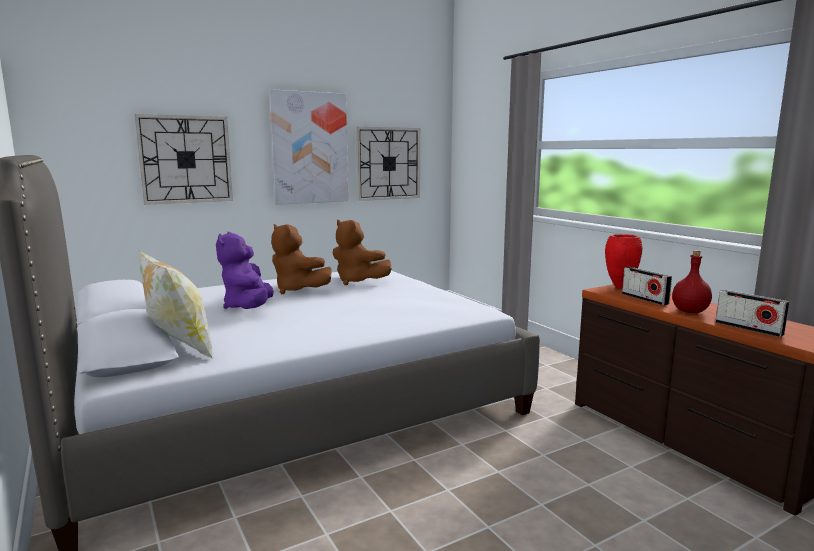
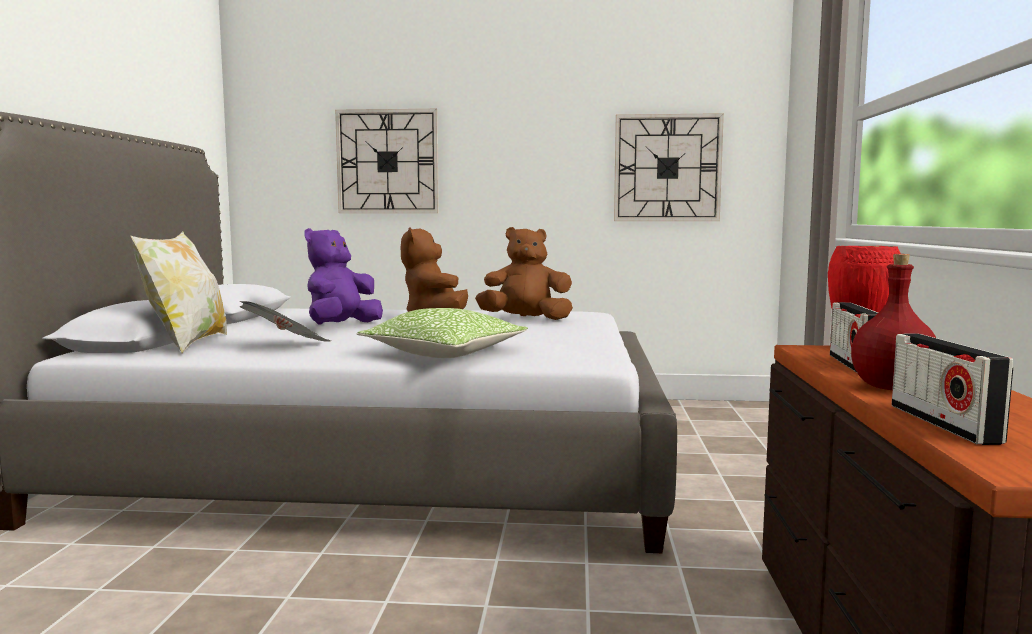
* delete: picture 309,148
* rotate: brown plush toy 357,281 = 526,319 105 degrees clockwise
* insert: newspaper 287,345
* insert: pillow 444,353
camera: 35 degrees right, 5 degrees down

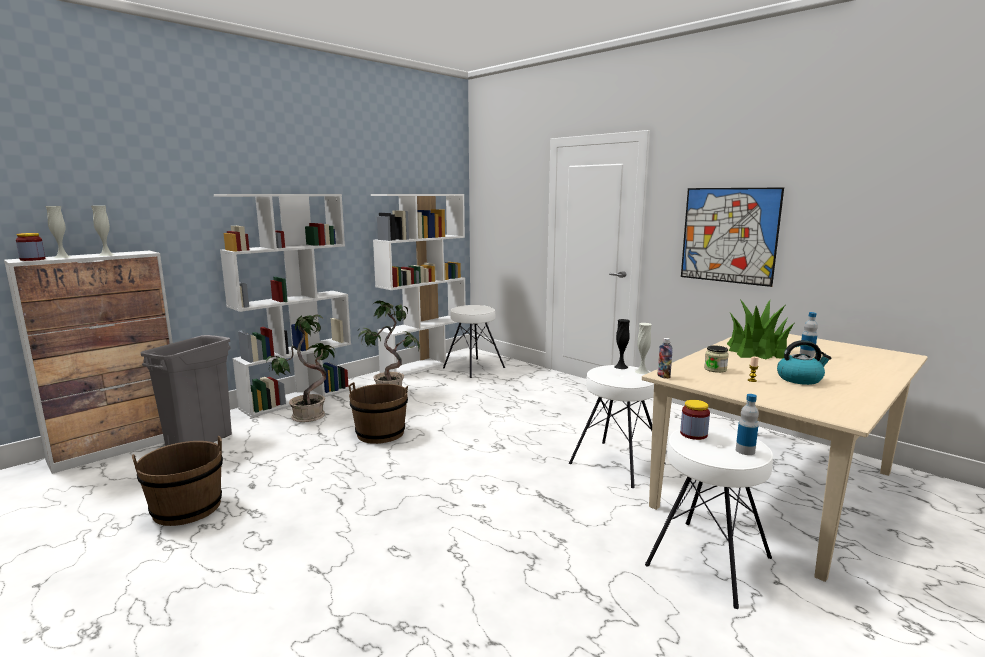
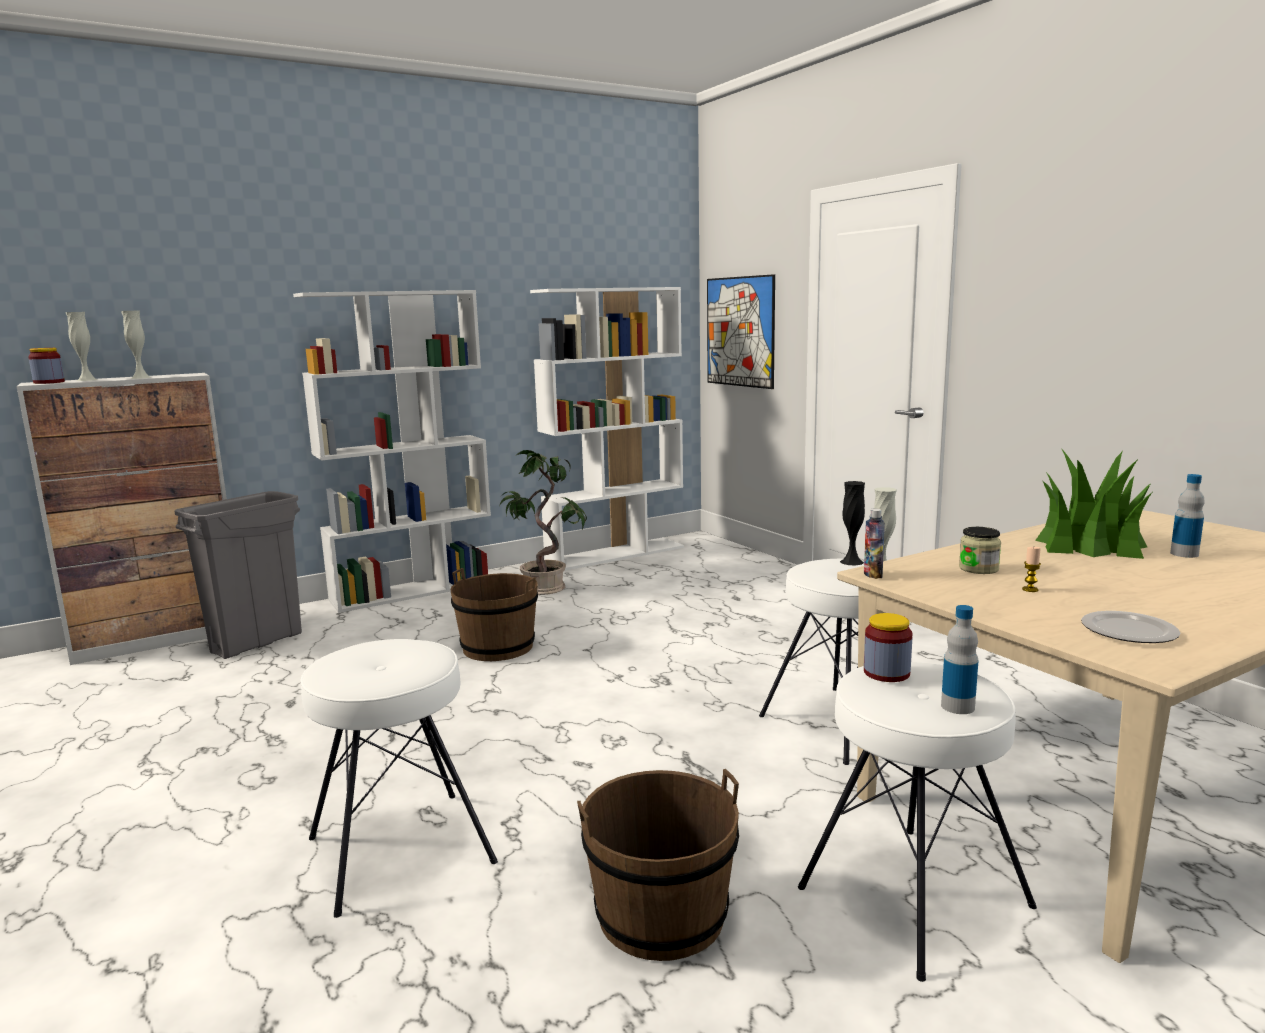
* move: picture 728,235 to 740,331
* move: white stool 473,367 to 400,849
* delete: potted plant 308,415
* delete: kettle 800,379
* move: brown bucket 187,508 to 661,916
* insert: plate 1130,632
camera: 15 degrees right, 0 degrees up

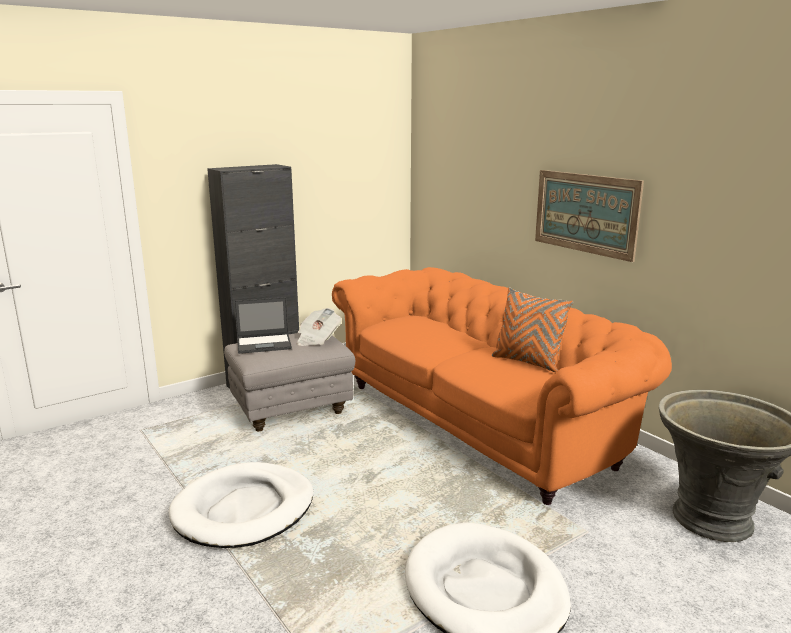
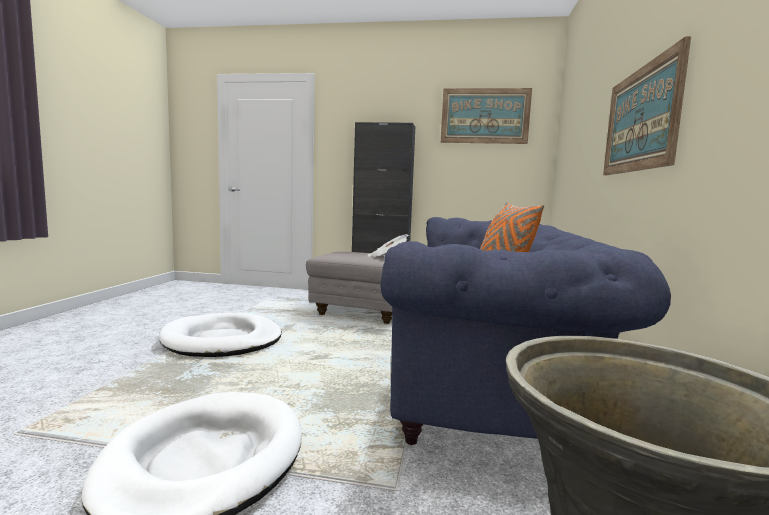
* recolor: orange sofa 483,420 to blue sofa 492,365
* delete: laptop 264,344
* insert: picture 485,116
camera: 45 degrees right, 10 degrees down

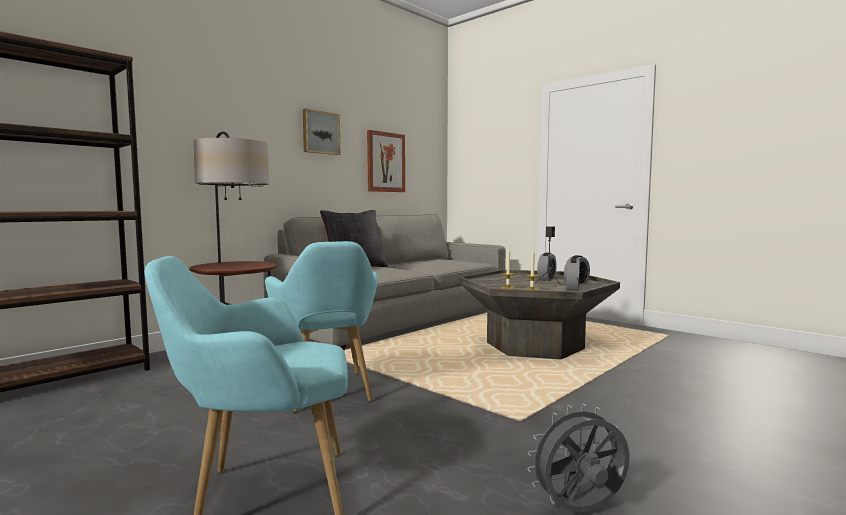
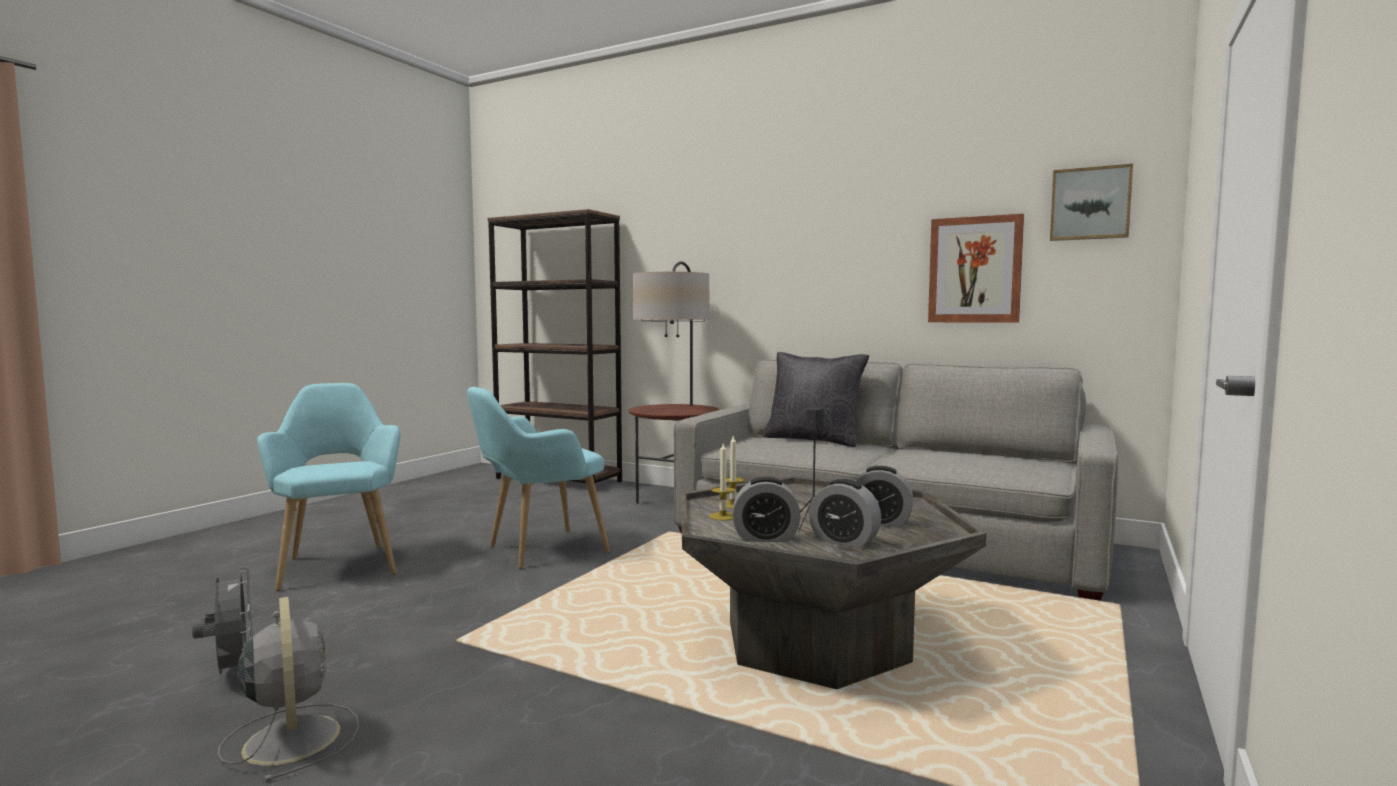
* move: picture 320,132 to 1090,204
* insert: grey fan 292,738
camera: 75 degrees right, 0 degrees up

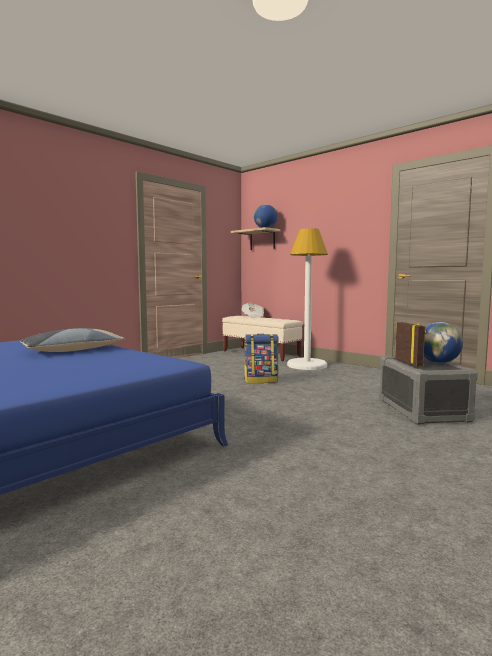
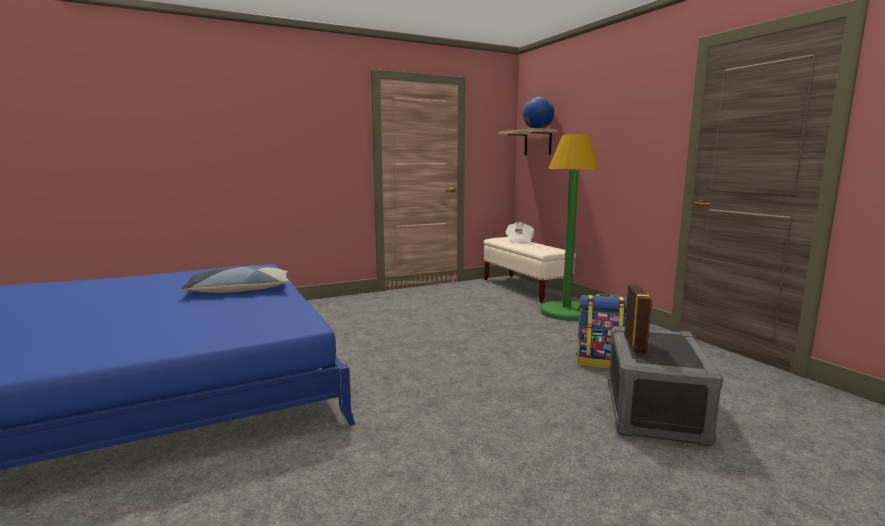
* recolor: white floor lamp 307,365 to green floor lamp 566,312
* delete: globe 438,362
* move: backpack 261,380 to 601,362
camera: 20 degrees right, 5 degrees up

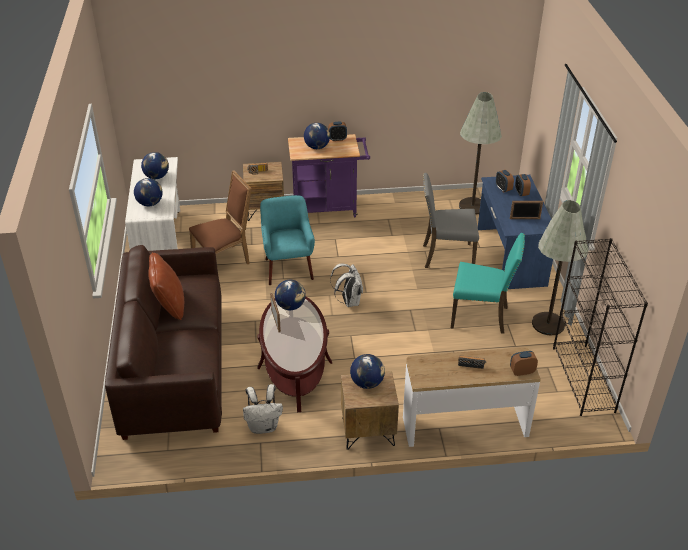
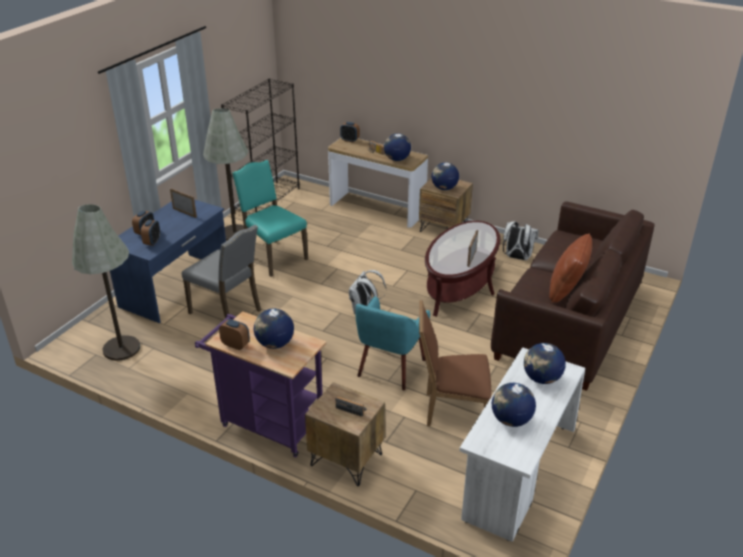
* move: globe 290,306 to 397,159
camera: 145 degrees left, 5 degrees down

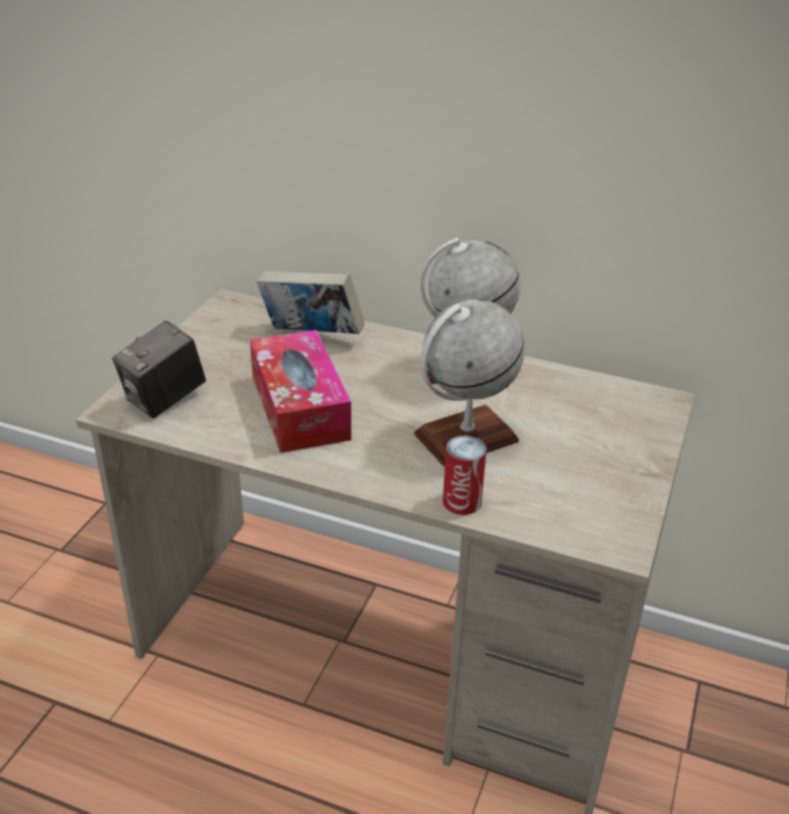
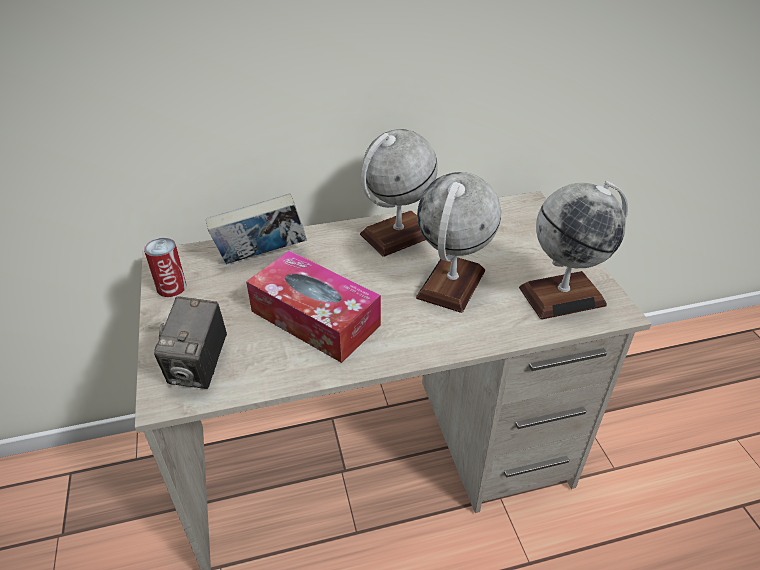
* move: can 462,501 to 171,287
* insert: globe 562,296
camera: 35 degrees left, 5 degrees up

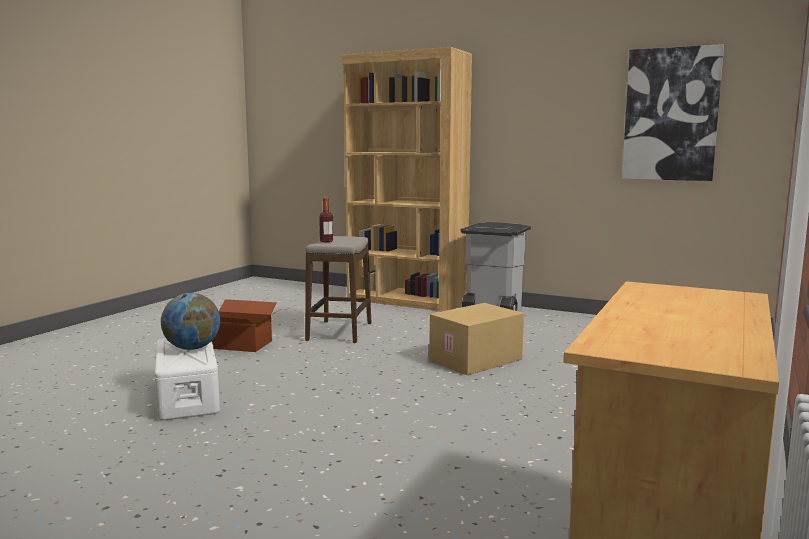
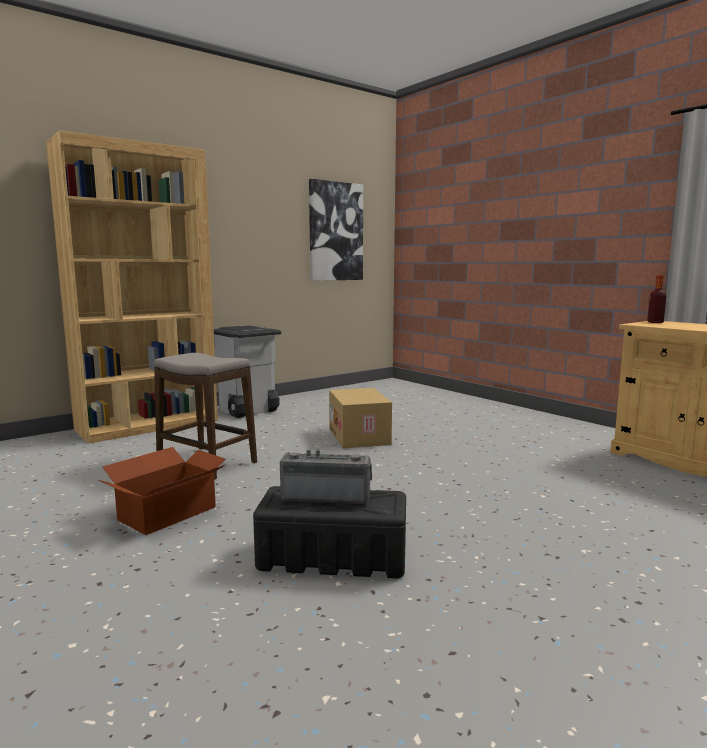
* move: bottle 326,241 to 655,322
* replace: globe 192,348 to radio 326,496
* recolor: white storage box 187,396 to black storage box 331,557
camera: 65 degrees left, 0 degrees up

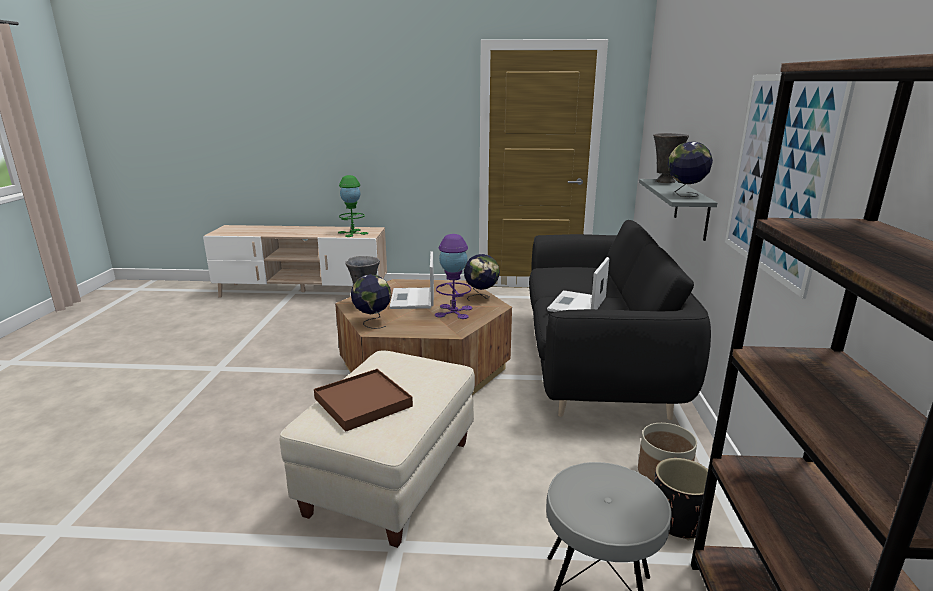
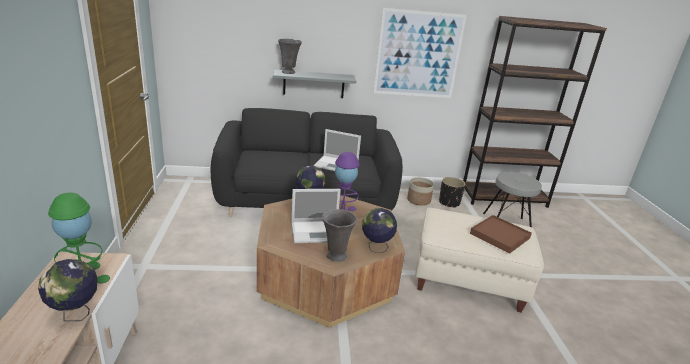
* move: globe 685,195 to 75,315
camera: 100 degrees left, 5 degrees up

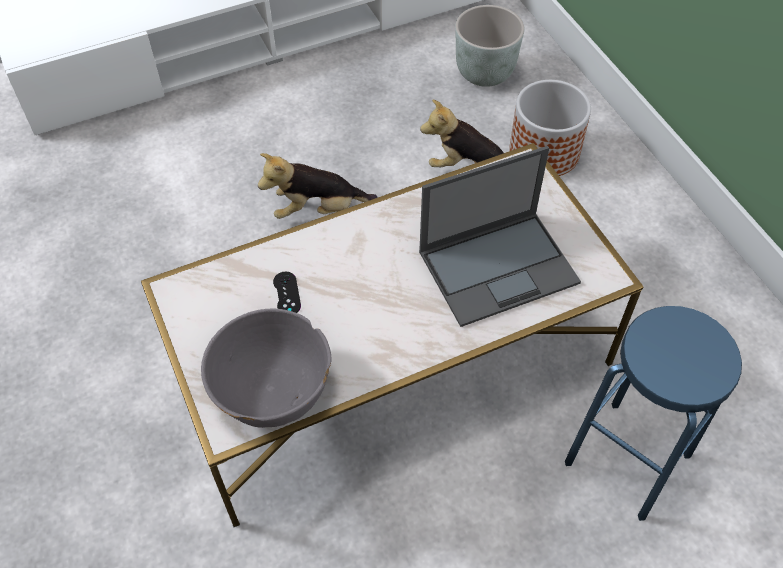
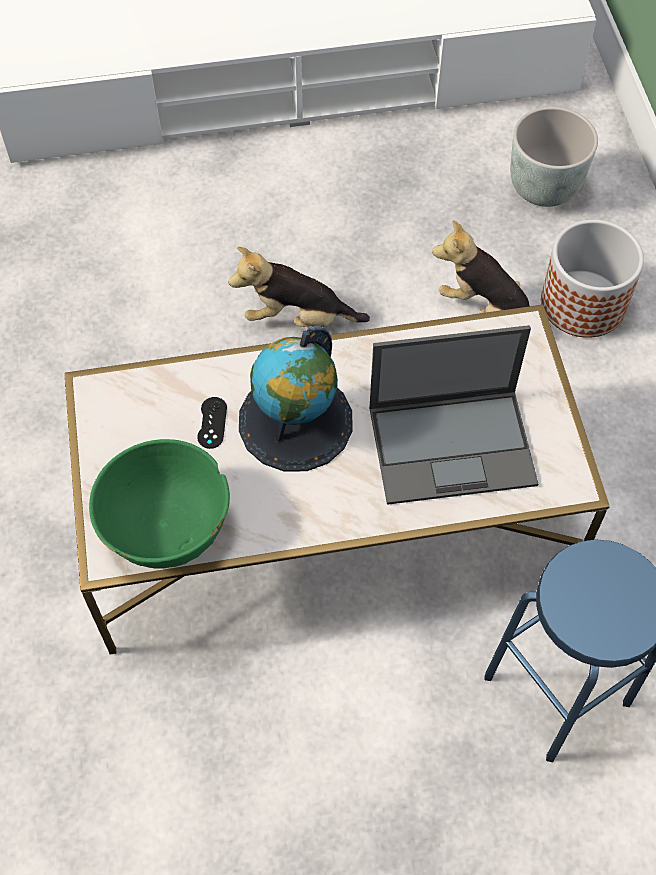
* recolor: grey bowl 272,390 to green bowl 166,526
* insert: globe 296,422
camera: 15 degrees right, 5 degrees up

